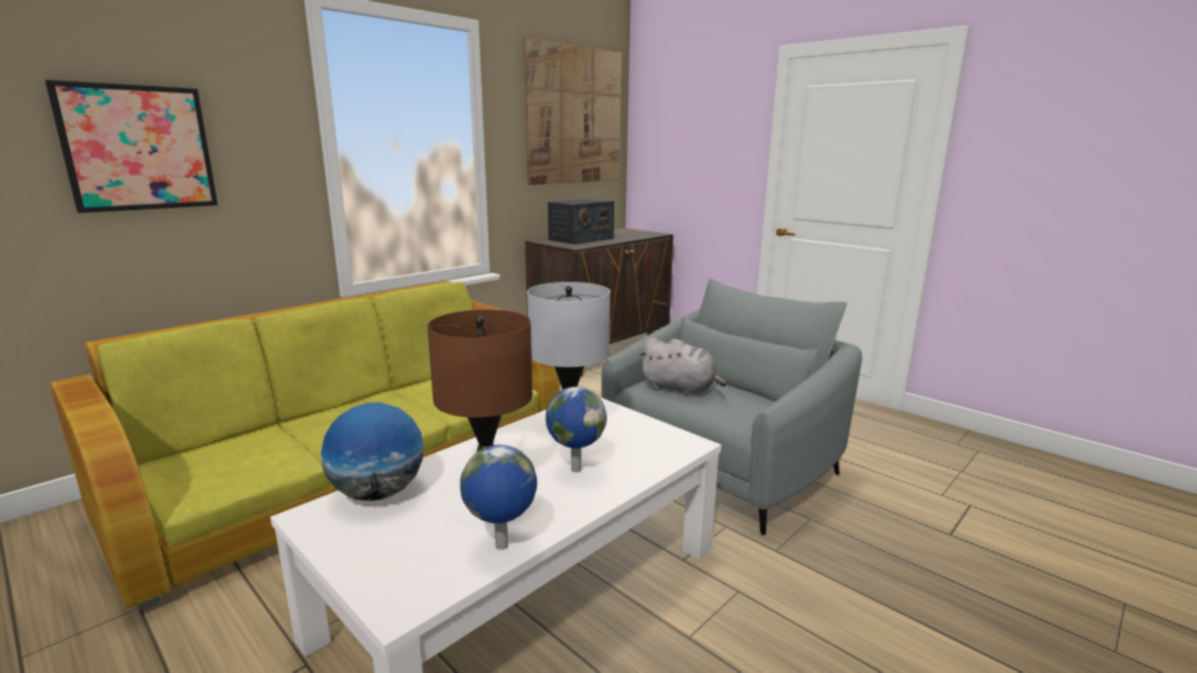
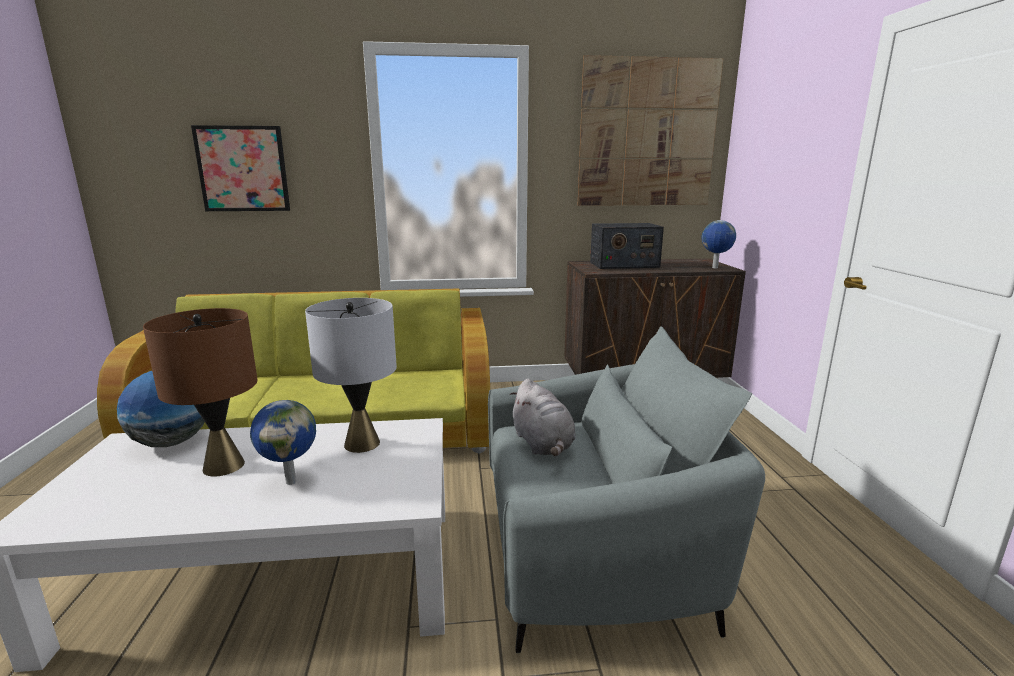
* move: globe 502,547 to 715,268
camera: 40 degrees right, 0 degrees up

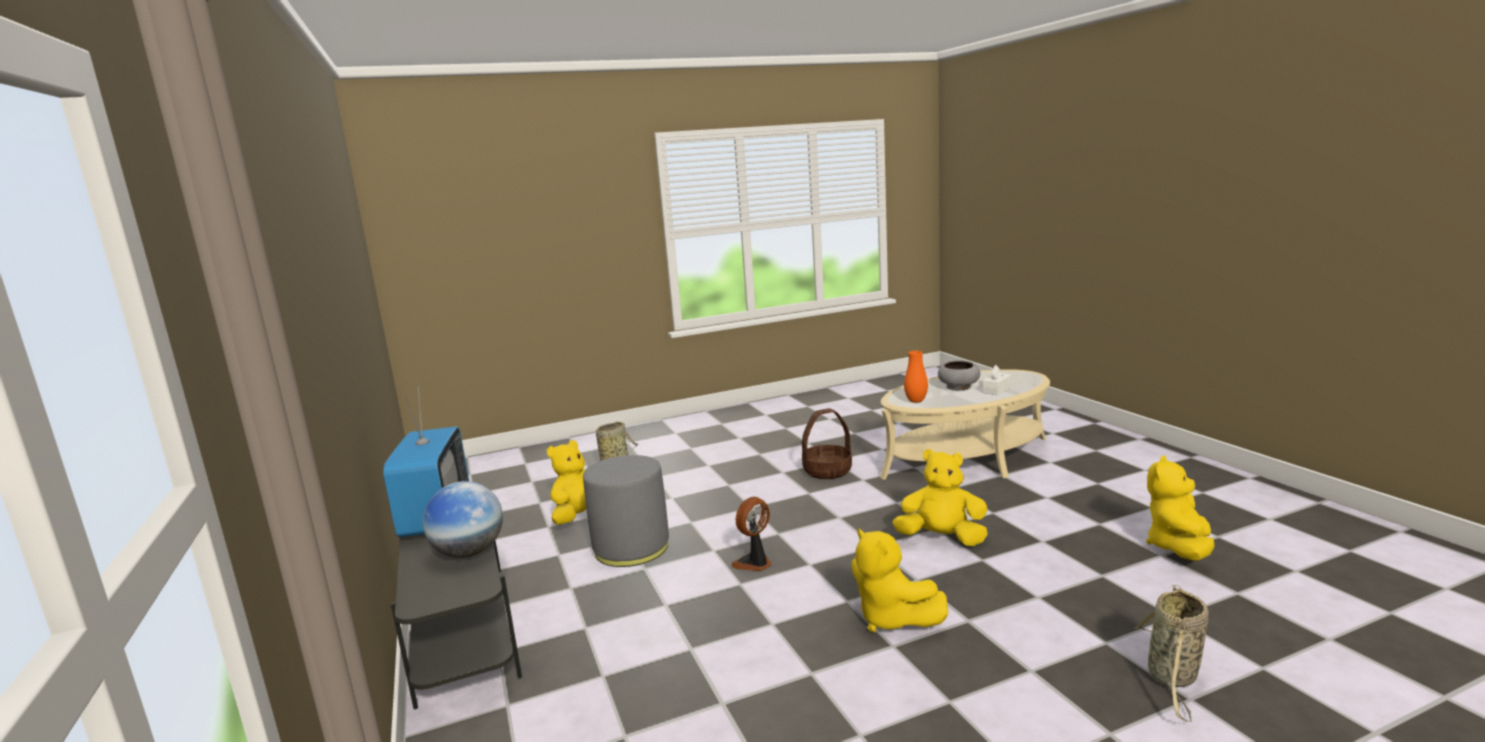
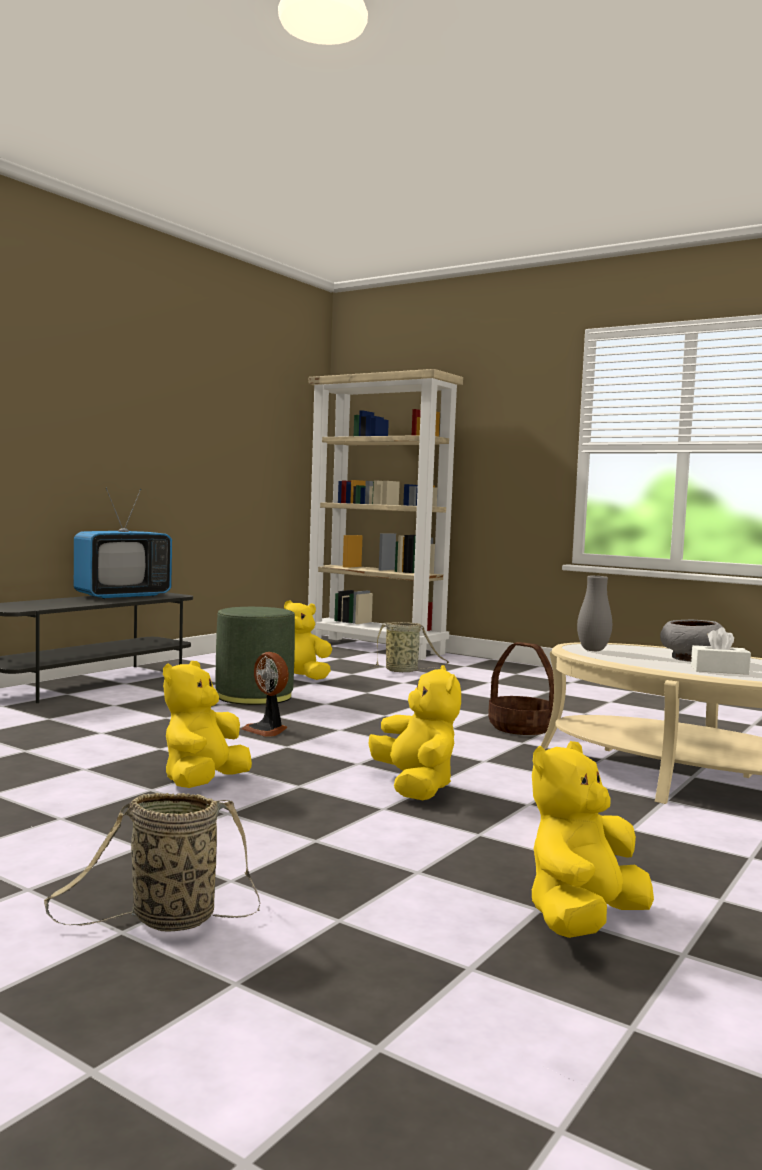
* recolor: orange vase 916,401 to grey vase 593,650
* recolor: grey ottoman 631,548 to green ottoman 254,696
* rotate: yellow plush toy 1179,548 = 583,921 45 degrees counterclockwise
* delete: globe 469,552
* rotate: fan 754,563 = 267,730 150 degrees counterclockwise
* insert: beige bookcase 376,648
camera: 55 degrees right, 10 degrees down

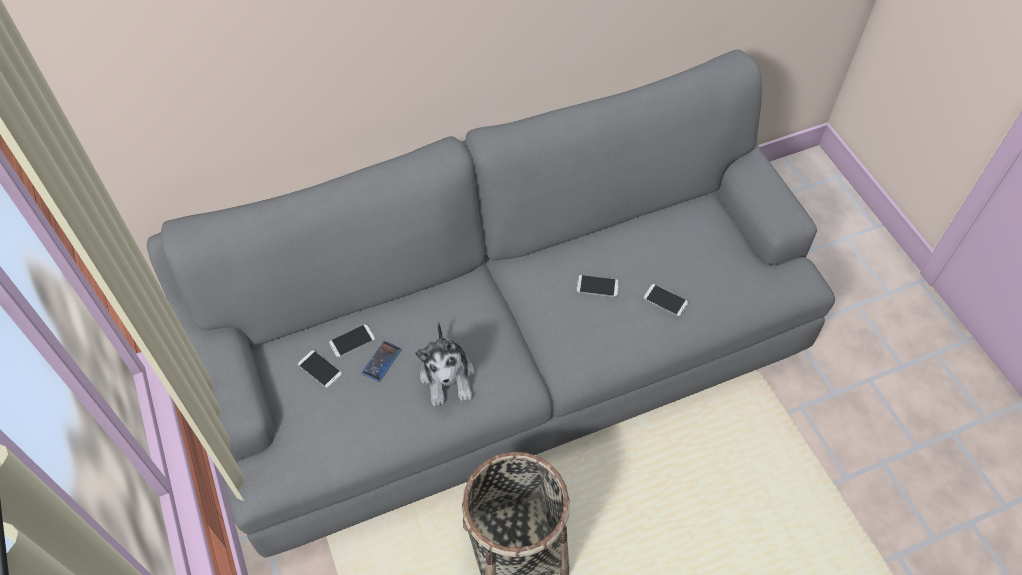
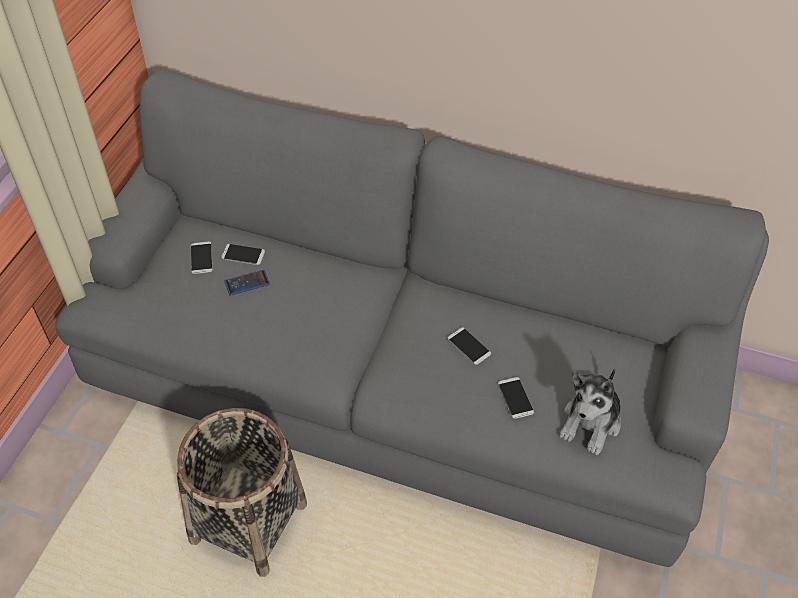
* move: plush toy 447,376 to 590,422
camera: 40 degrees right, 5 degrees down

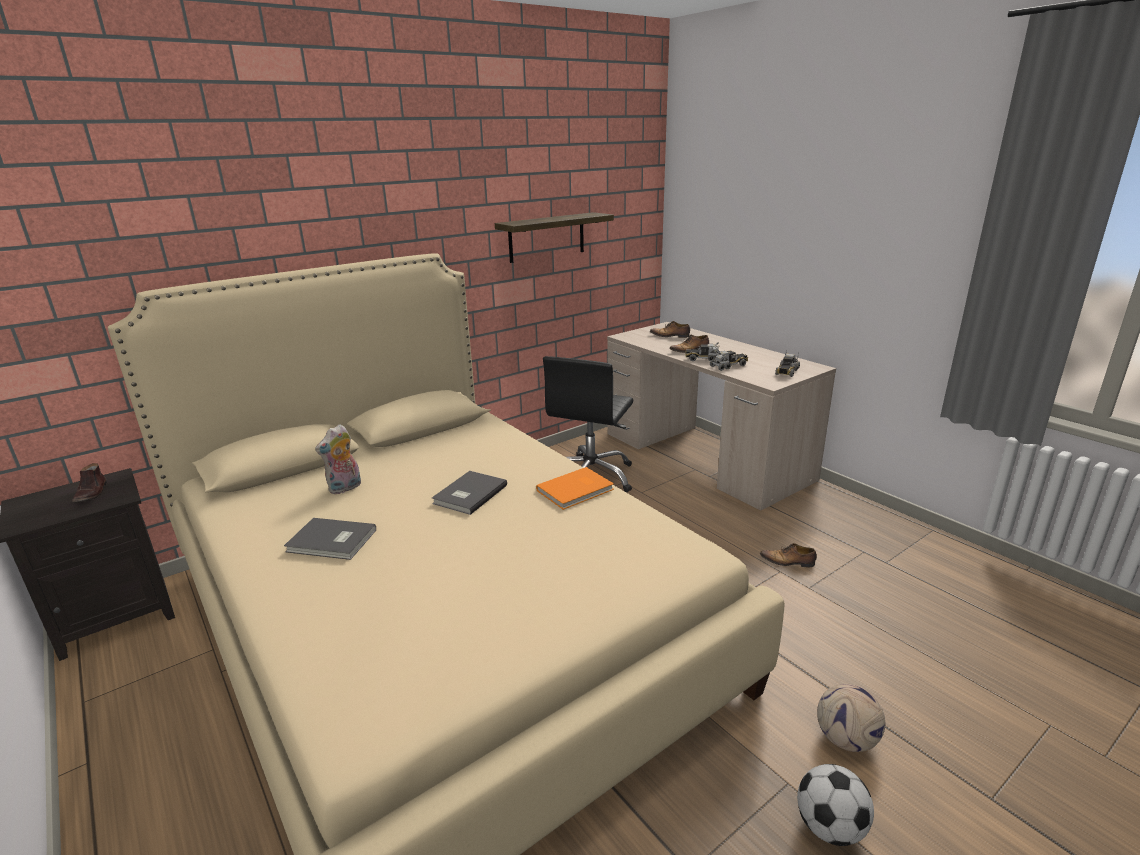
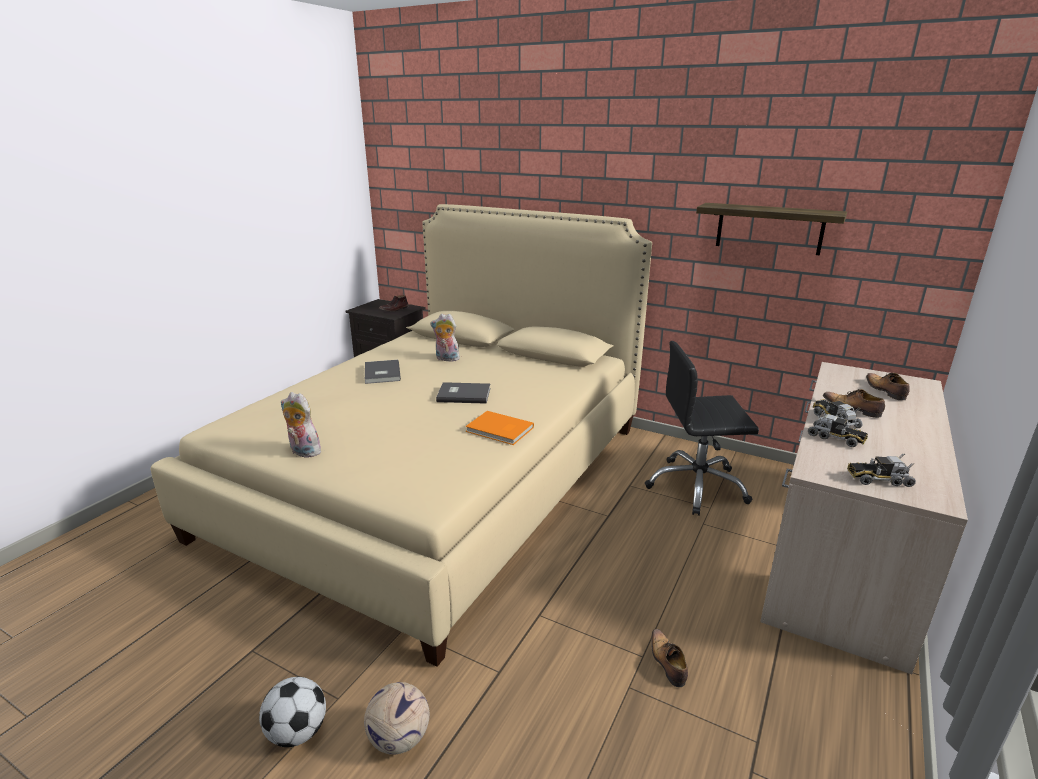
* insert: plush toy 303,452
camera: 65 degrees right, 0 degrees up

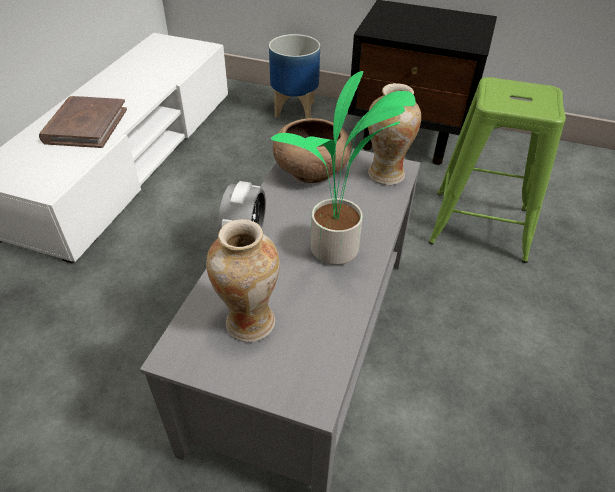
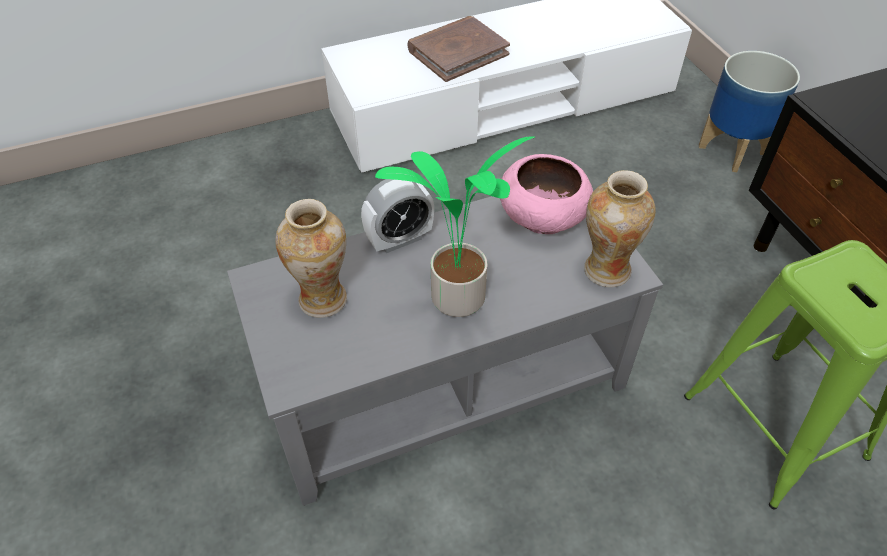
* recolor: brown bowl 311,170 to pink bowl 542,216
camera: 50 degrees right, 5 degrees up

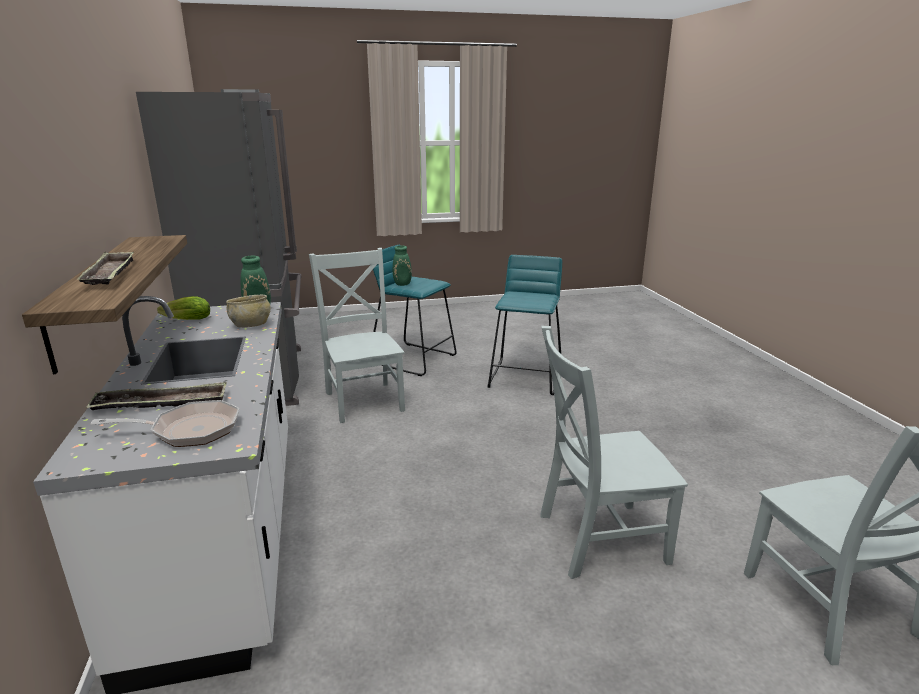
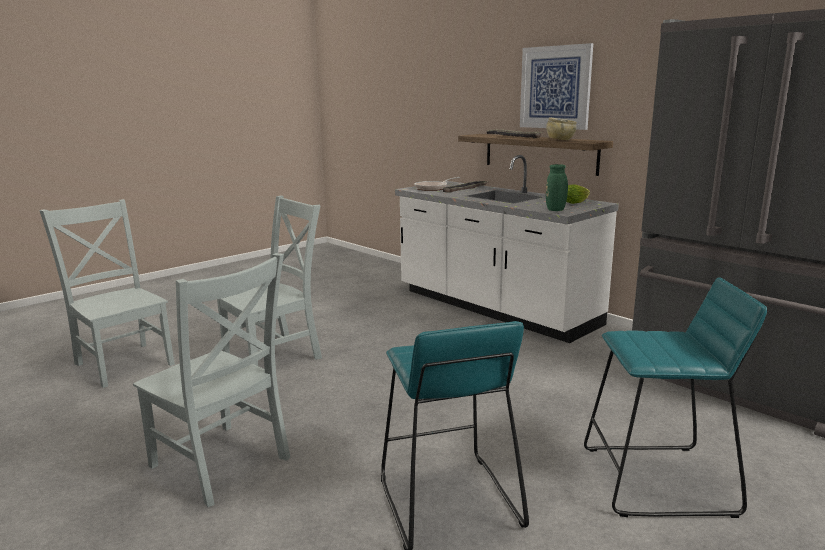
* delete: green vase 403,284
* move: grey chair 364,399 to 222,465
* move: beige bowl 251,325 to 560,139
* insert: picture 555,87
camera: 150 degrees right, 5 degrees down

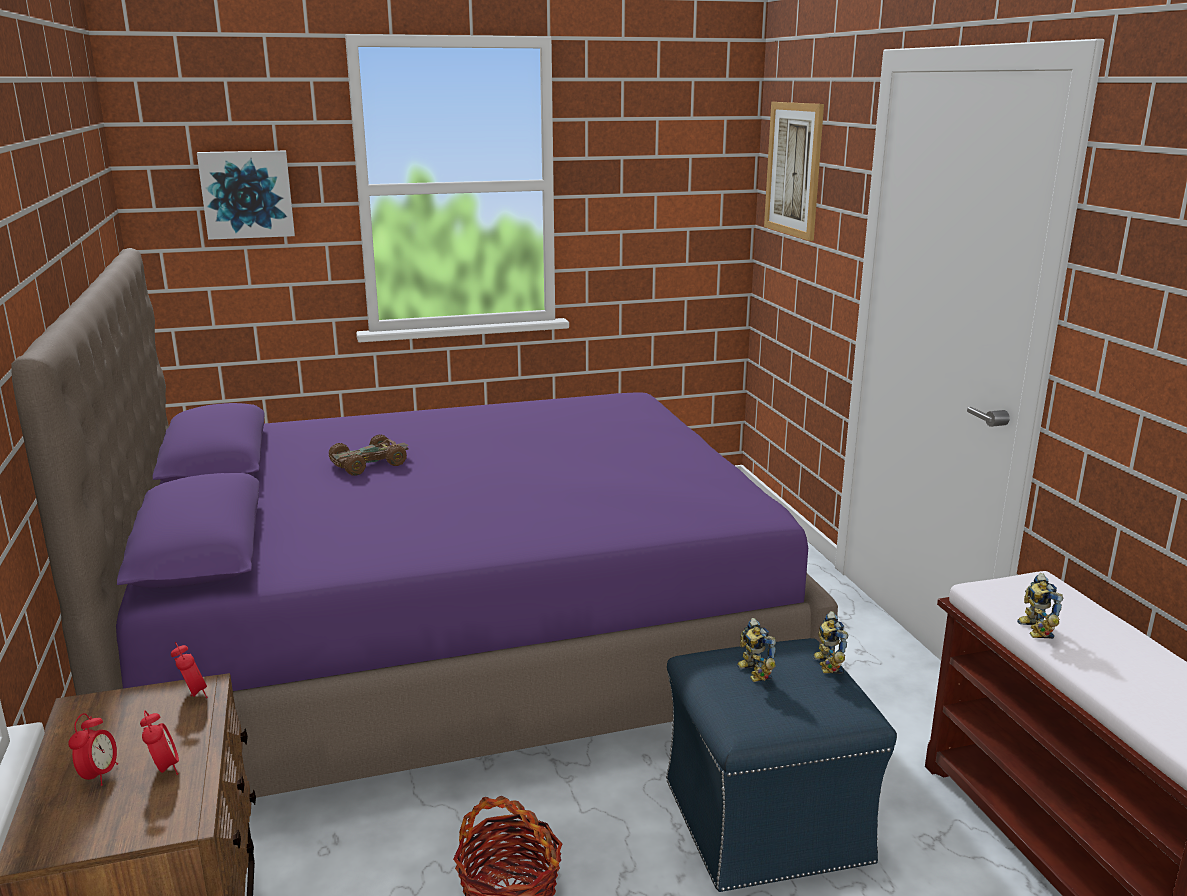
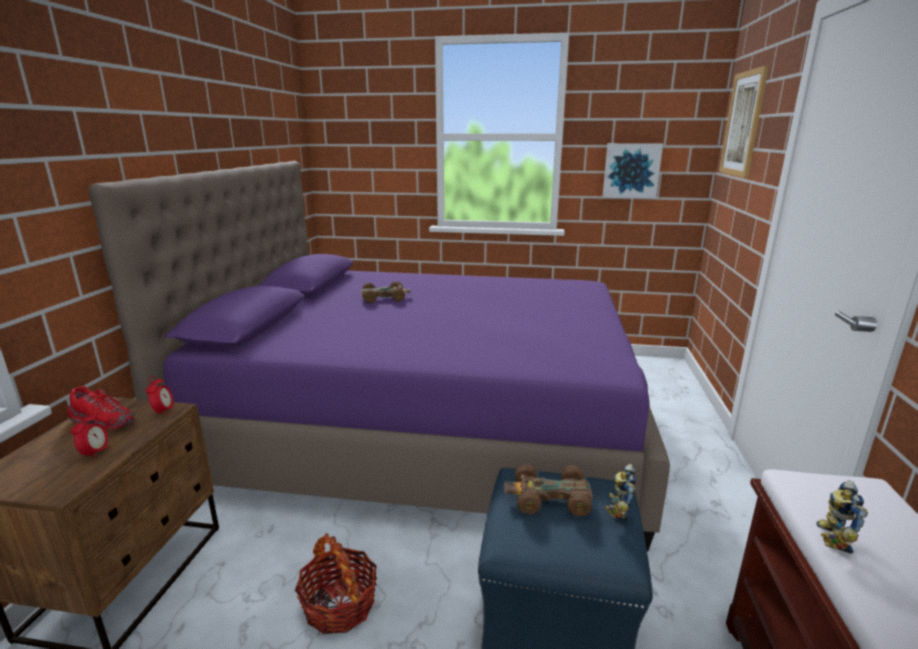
* move: picture 247,194 to 631,170
* replace: toy robot 752,673 to brown toy car 549,499
* delete: alarm clock 99,775
* insert: red shoe 104,423
camera: 25 degrees right, 0 degrees up

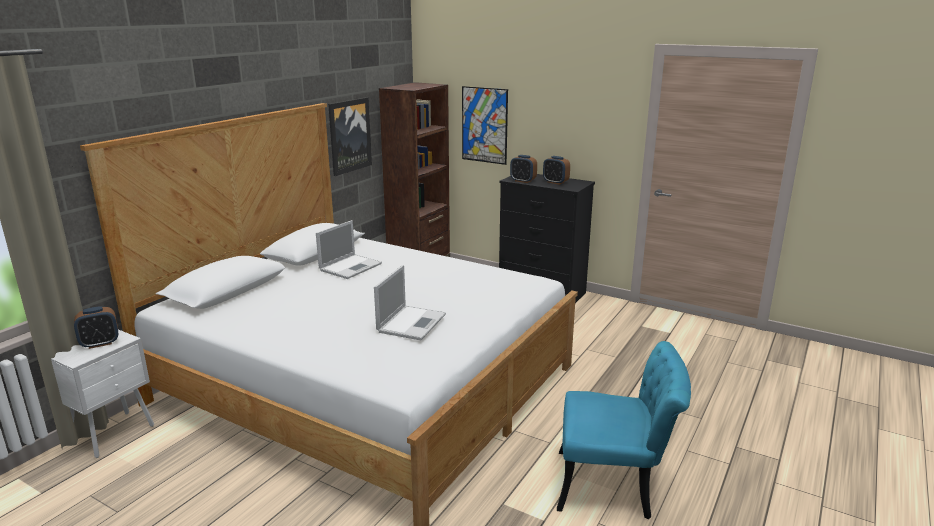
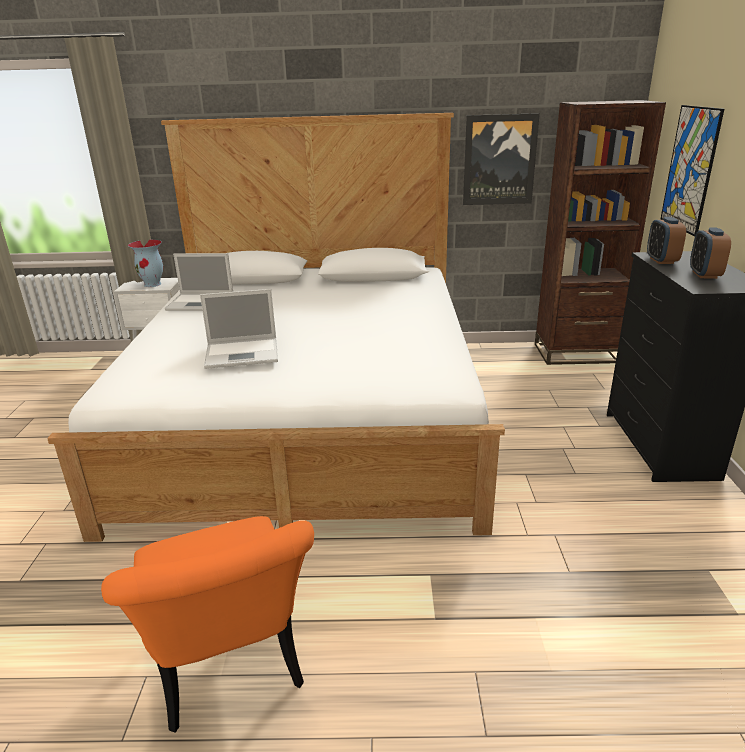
* move: laptop 351,266 to 202,303
* replace: alarm clock 100,343 to vase 153,284
* recolor: turquoise chair 615,486 to orange chair 231,670
camera: 60 degrees right, 5 degrees up

